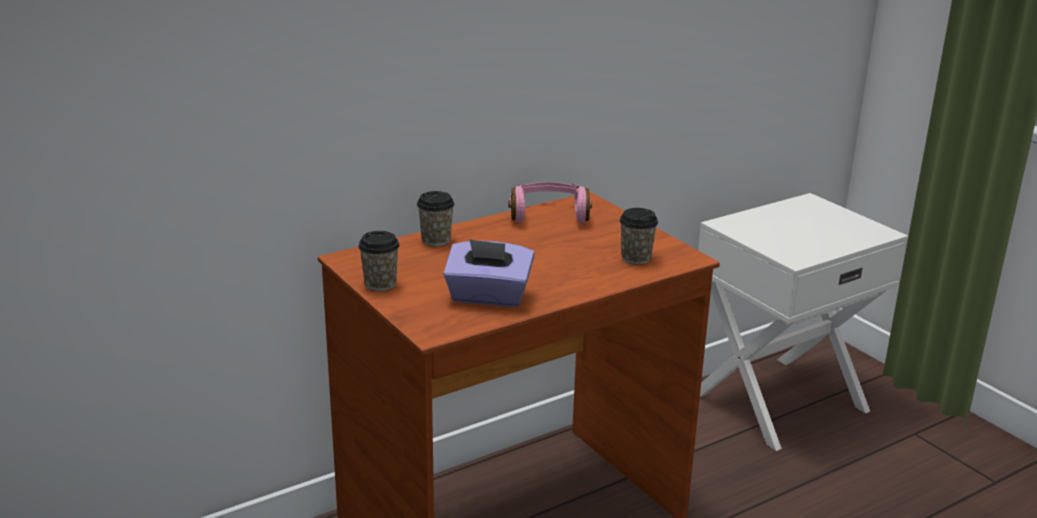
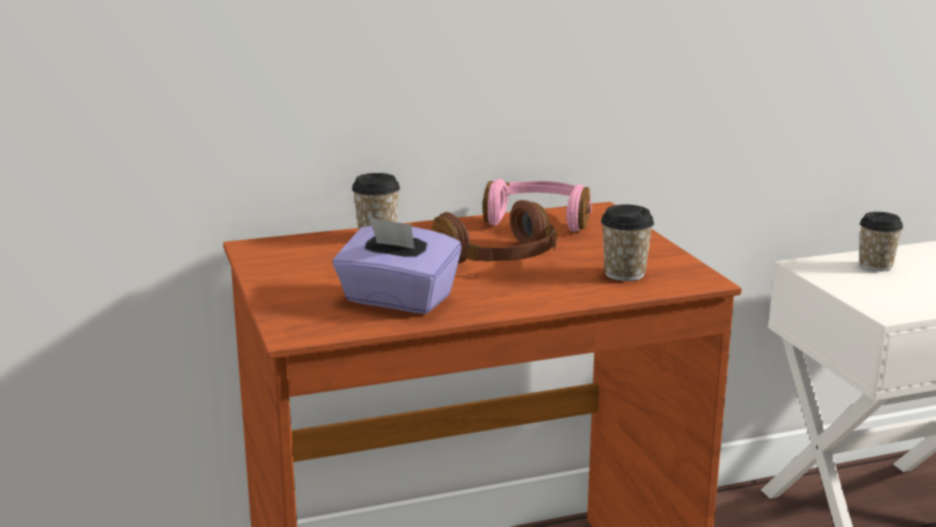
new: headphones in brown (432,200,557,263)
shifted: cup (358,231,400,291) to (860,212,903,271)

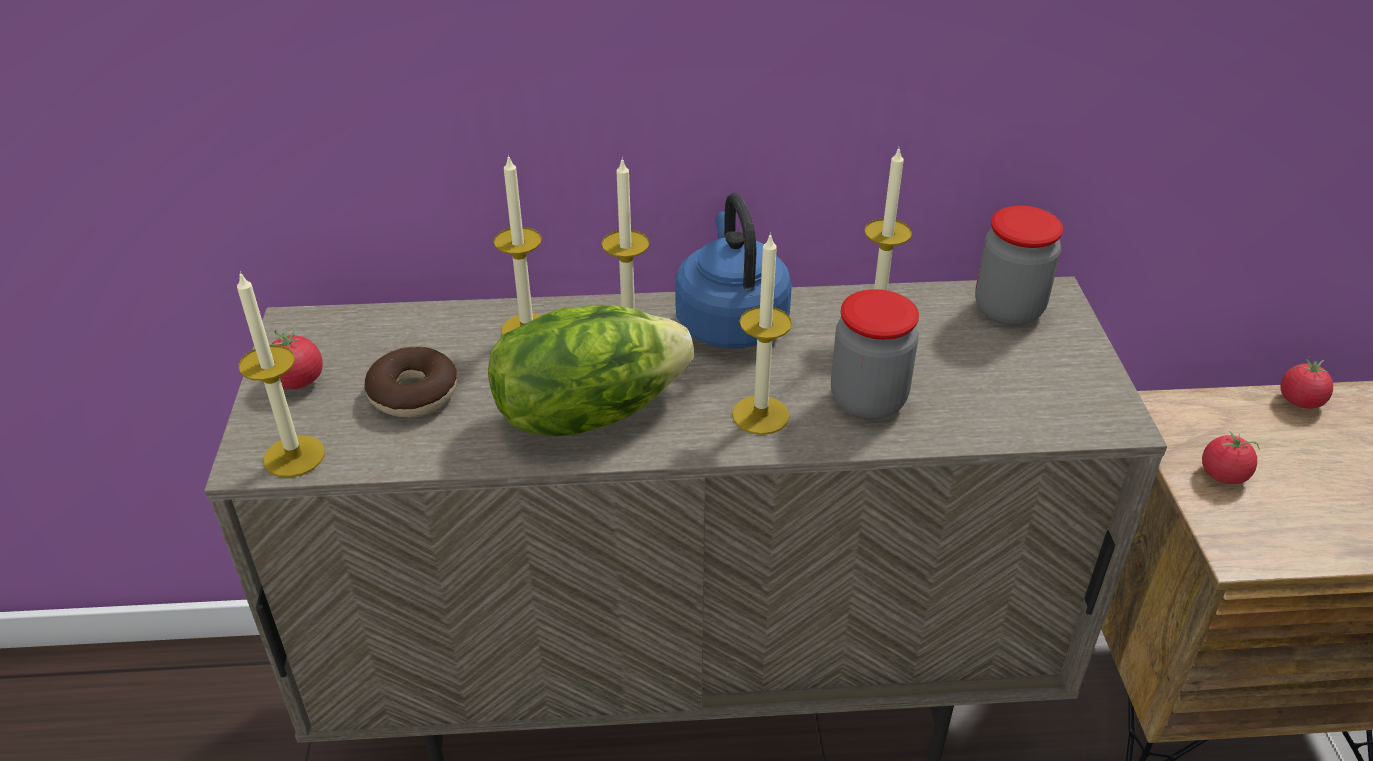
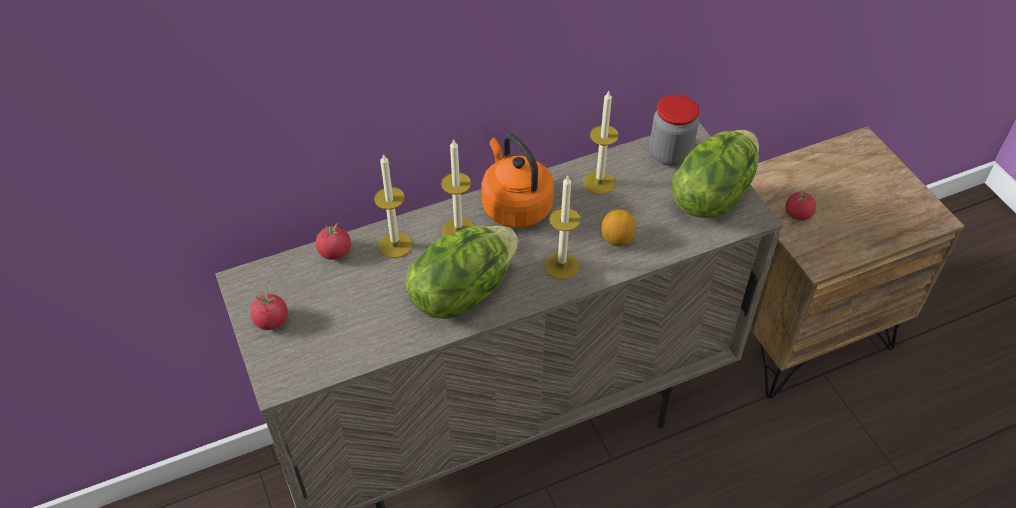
gone: candle (237,271,325,477); donut (365,347,457,418)
new: lettuce (672,130,759,218)
shifted: tomato (1281,357,1333,409) to (316,222,351,260)
swapped: jar (831,289,919,420) to lemon (601,209,636,246)
repainted: kettle in blue (675,193,792,349) to kettle in orange (481,134,554,228)

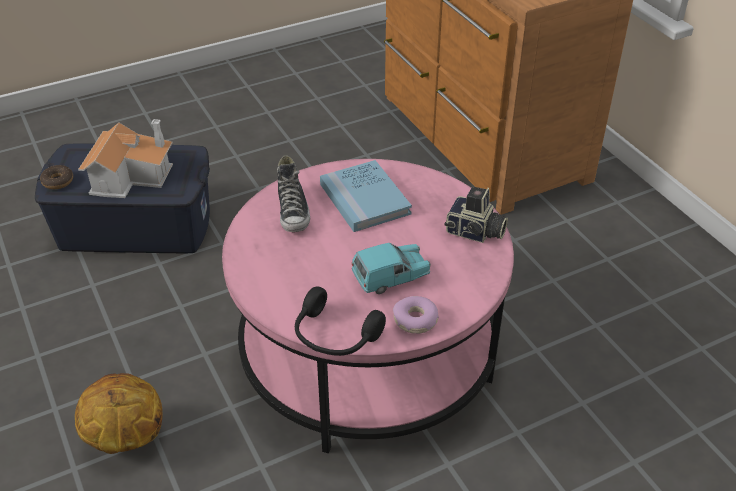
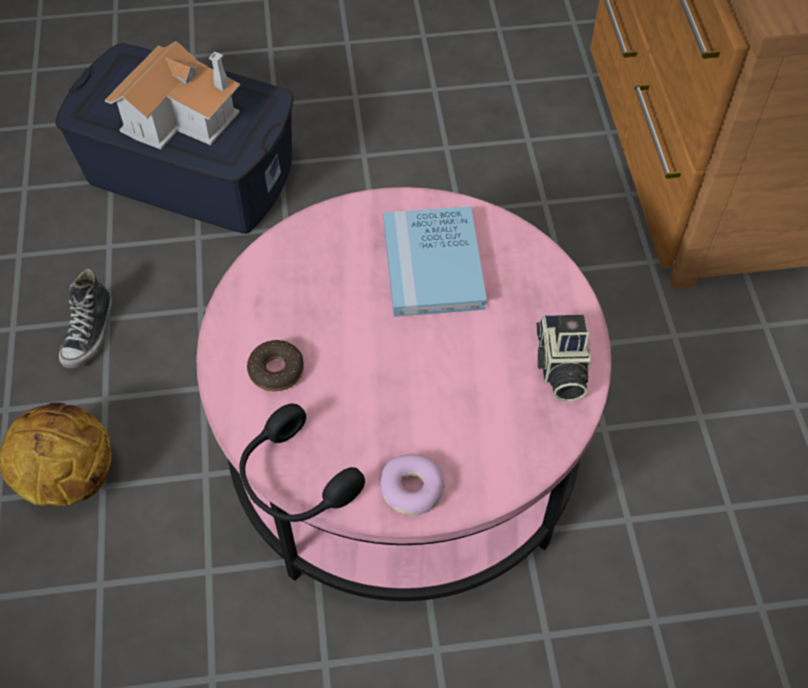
gone: toy car in turquoise (352,243,431,294)
shifted: donut (40,165,73,189) to (247,340,304,391); shoe (277,155,310,232) to (59,268,112,368)
rotated: photo camera (445,187,508,243) = (536,314,591,402) 45 degrees clockwise

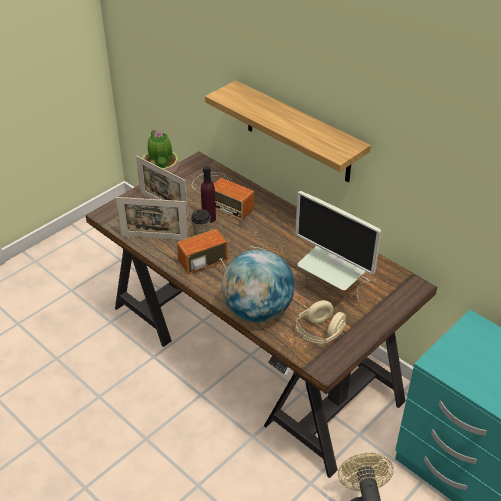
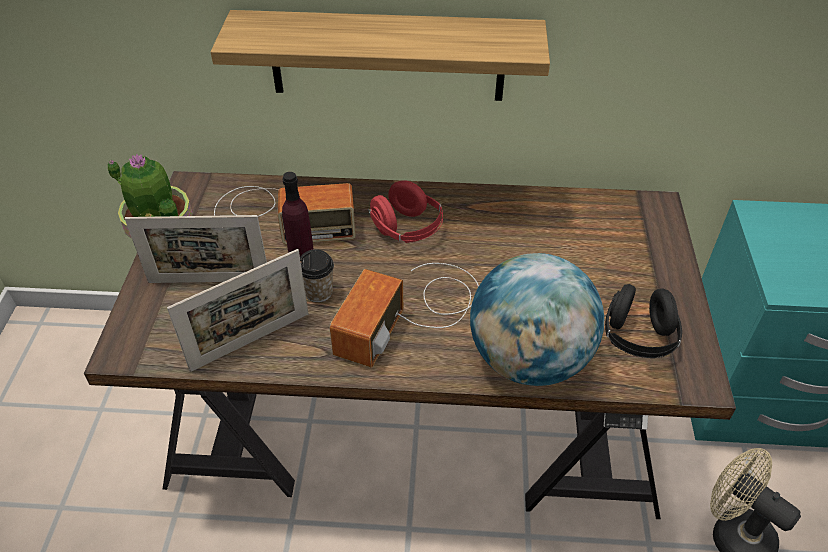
gone: monitor (295,191,381,301)
new: headphones in red (368,180,443,243)
repainted: headphones in beige (296,300,346,344) to headphones in black (605,284,682,358)

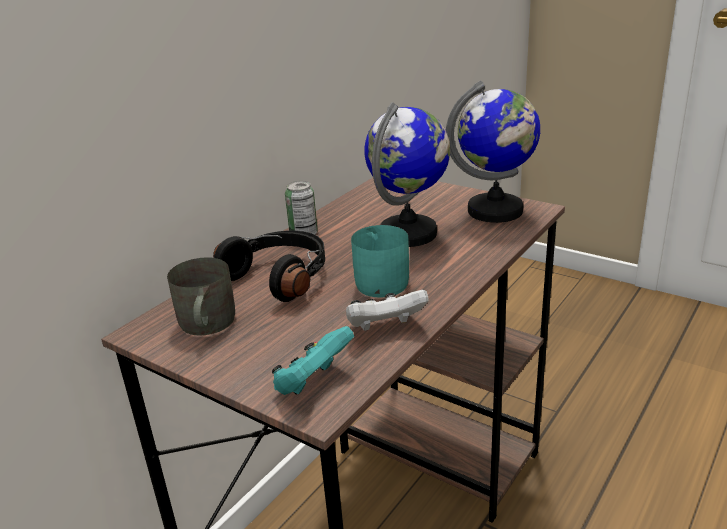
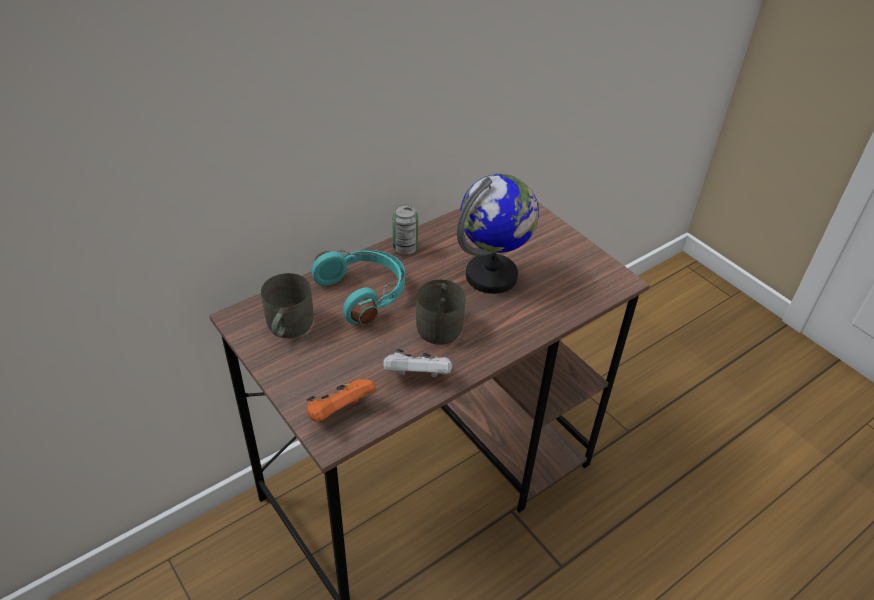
gone: globe (446,81,540,223)
repainted: headphones in black (213,230,325,302) to headphones in turquoise (311,250,405,325); game controller in turquoise (272,326,354,395) to game controller in orange (307,379,376,422); mug in turquoise (351,225,409,298) to mug in grey (416,280,466,345)

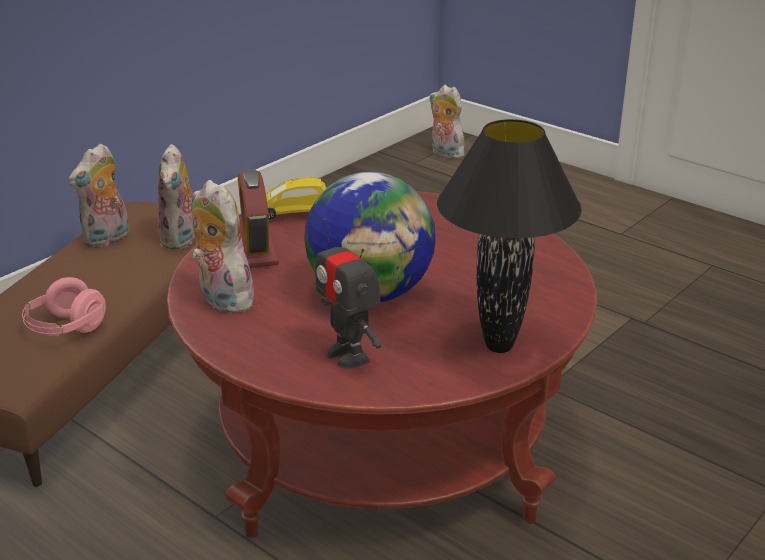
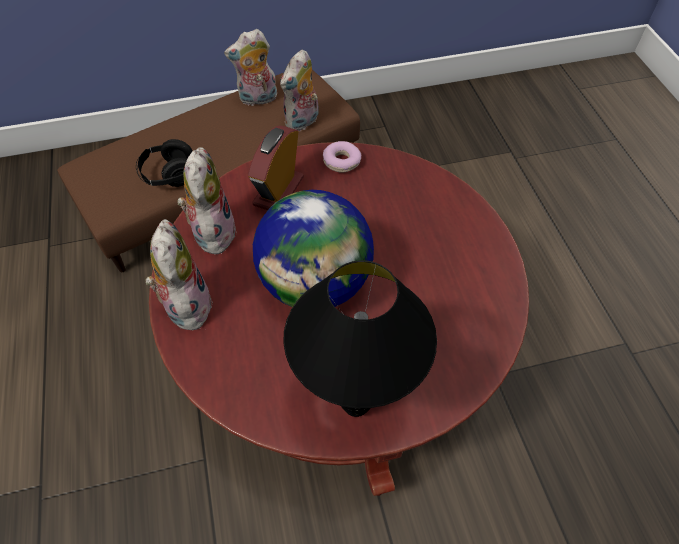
gone: toy robot (315,218,381,368)
shifted: plush toy (429,85,468,159) to (145,219,213,330)
swapped: toy car in yellow (266,178,326,220) to donut (323,141,361,173)
repainted: headphones in pink (22,277,106,336) to headphones in black (136,139,193,187)

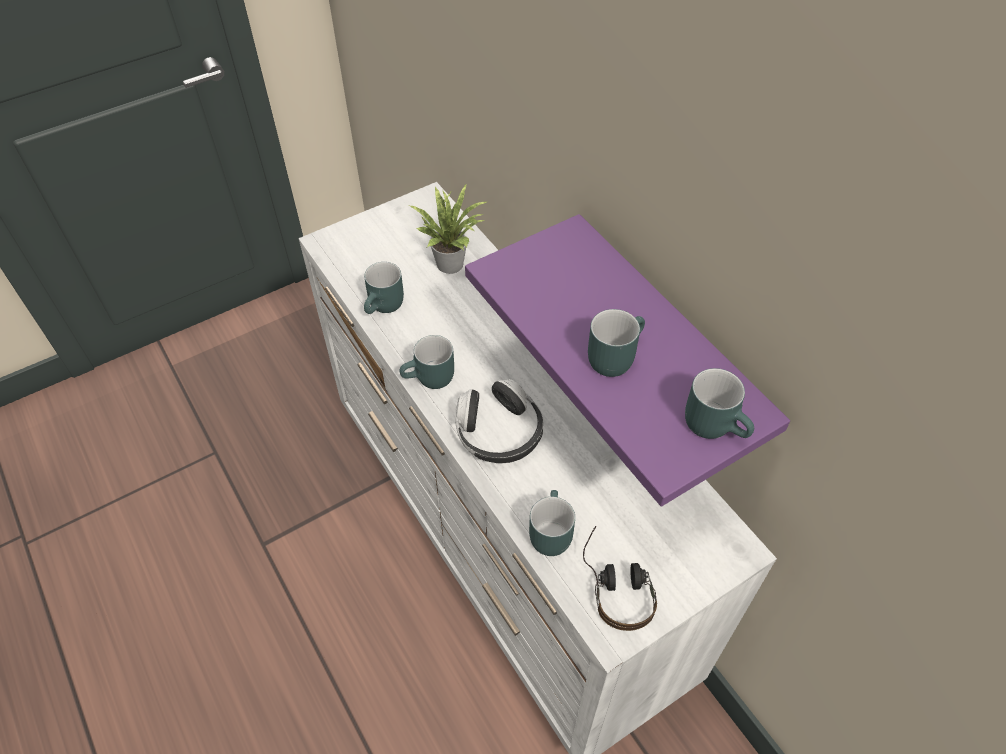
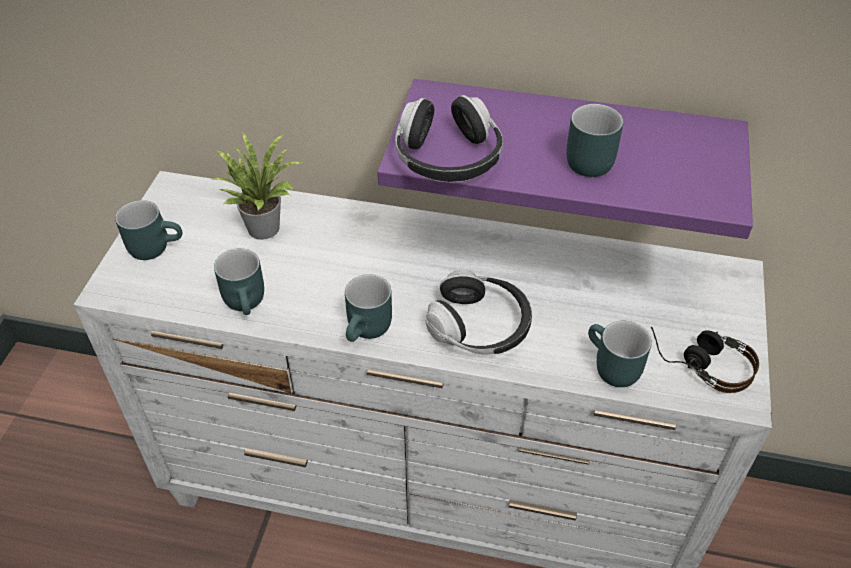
new: headphones (395,95,503,182)
shifted: mug in turquoise (685,368,754,439) to (115,200,182,260)

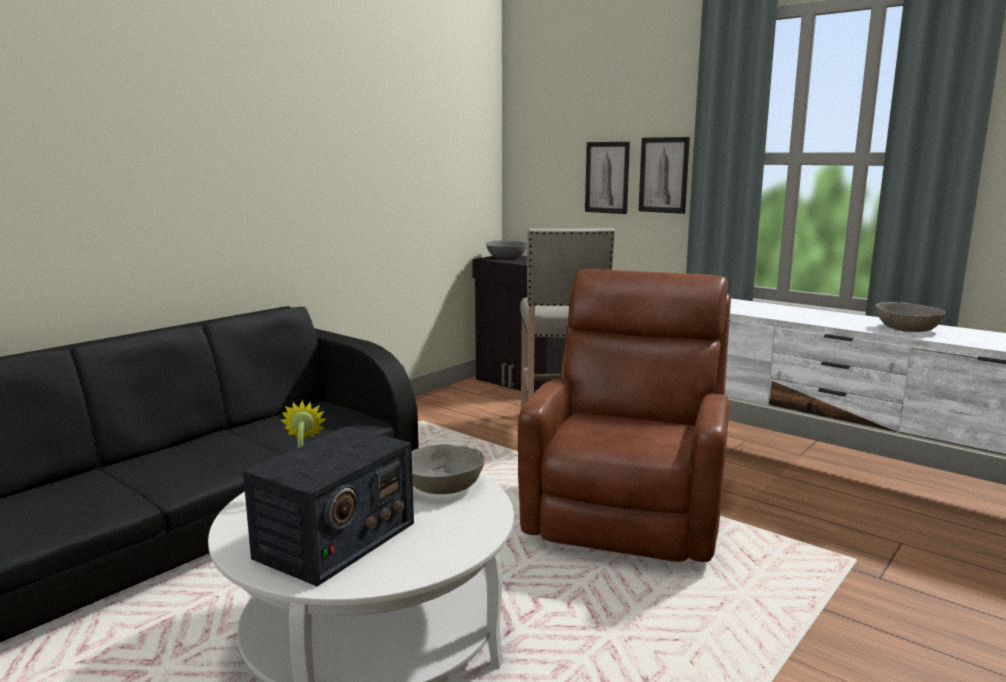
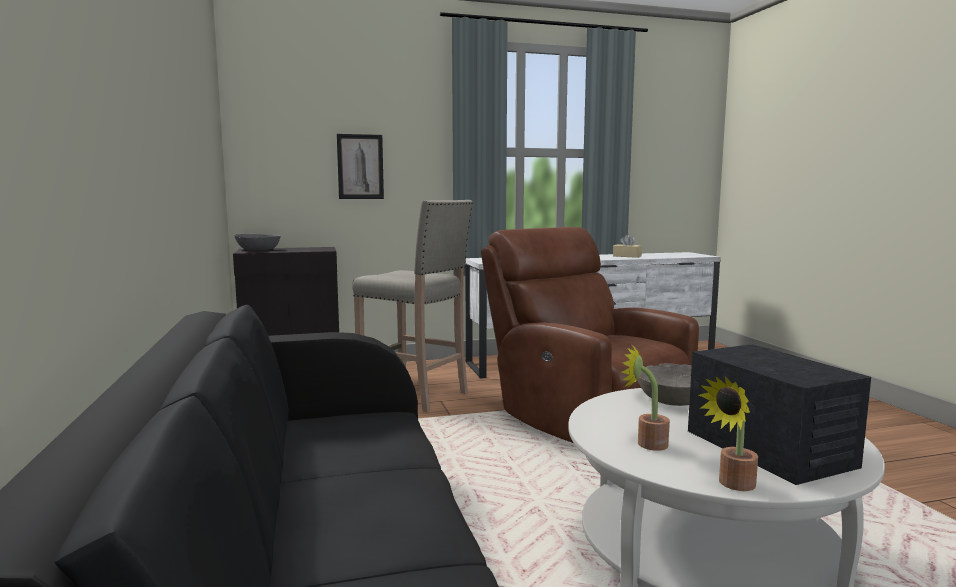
gone: picture (639,137,690,214)
new: potted plant (699,376,758,491)
swapped: bowl in grey (876,302,945,332) to tissue box in beige (613,235,642,258)

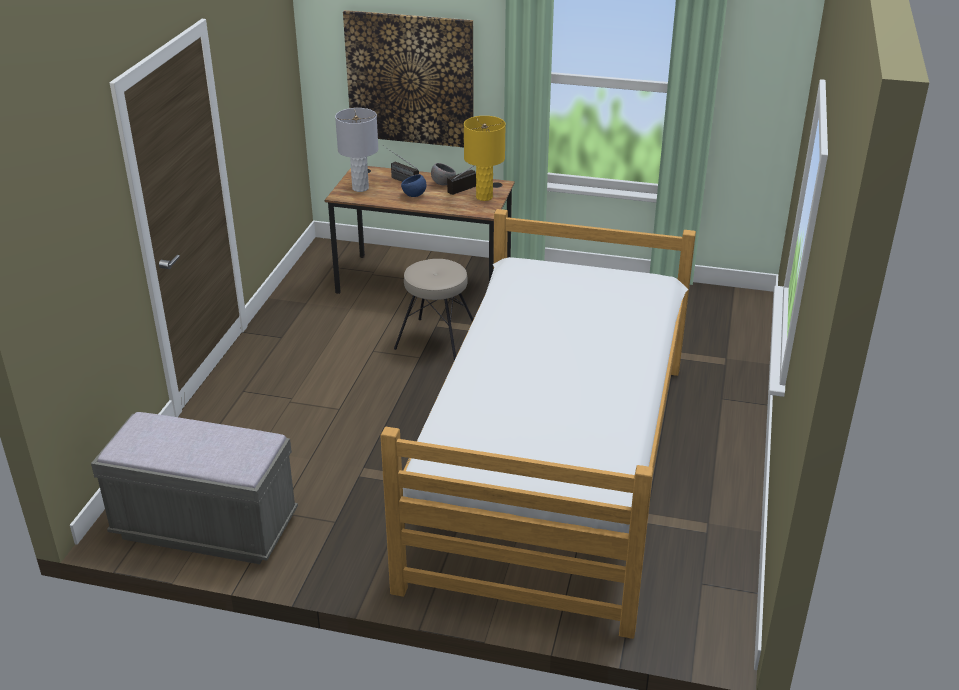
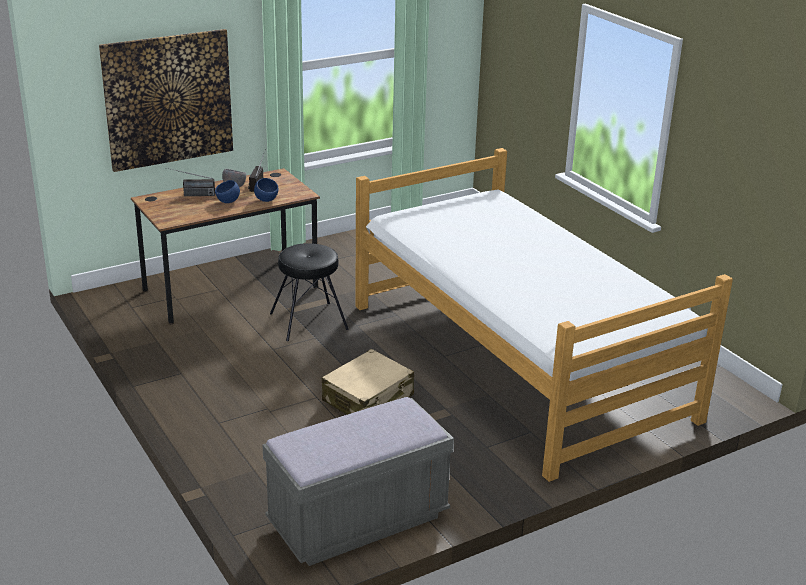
gone: table lamp in grey (335,108,378,192); table lamp in yellow (464,116,506,201)
new: bowl in blue (254,178,279,202); suitcase in beige (322,349,414,415)
repainted: stool in beige (394,259,473,360) to stool in black (270,243,349,341)

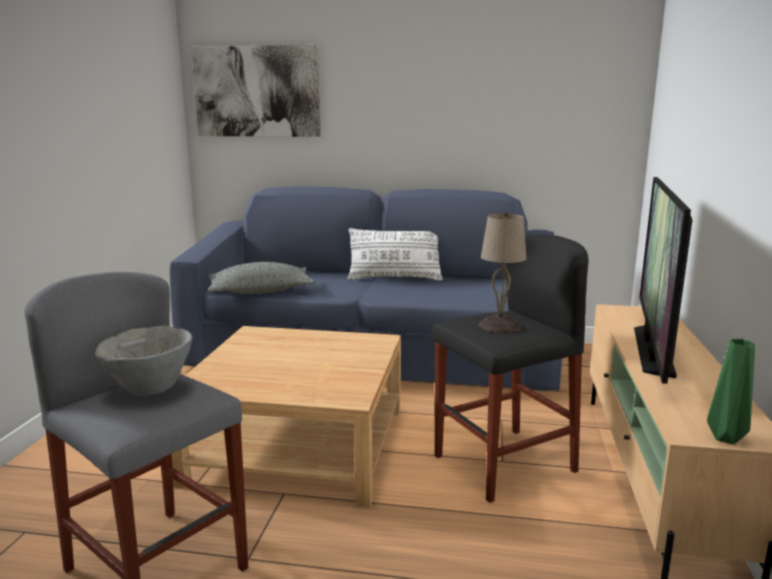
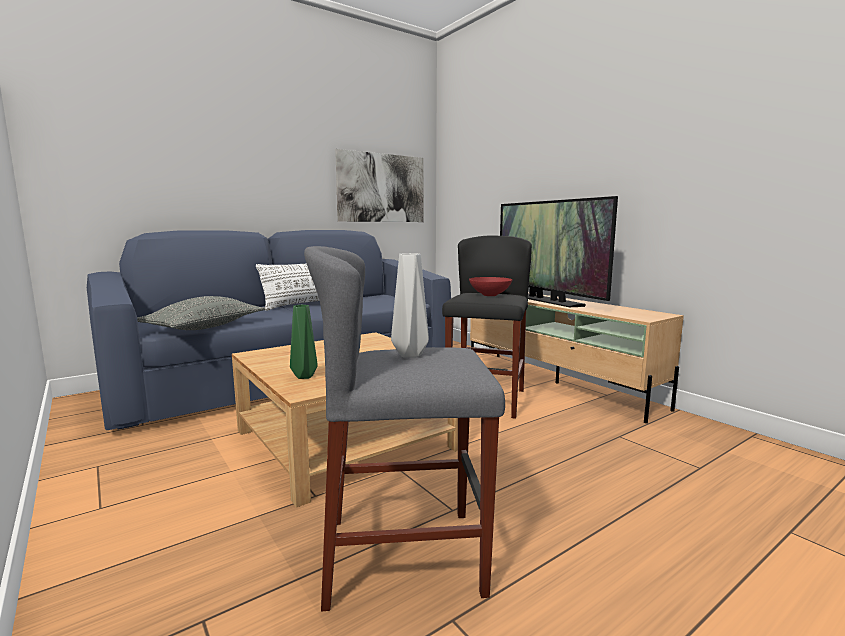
shifted: picture (191,45,321,137) to (335,149,423,222); vase in green (707,339,755,444) to (290,305,318,379)
swapped: bowl in grey (95,326,193,396) to vase in grey (391,253,429,358); table lamp in beige (479,212,527,333) to bowl in red (469,277,512,296)

